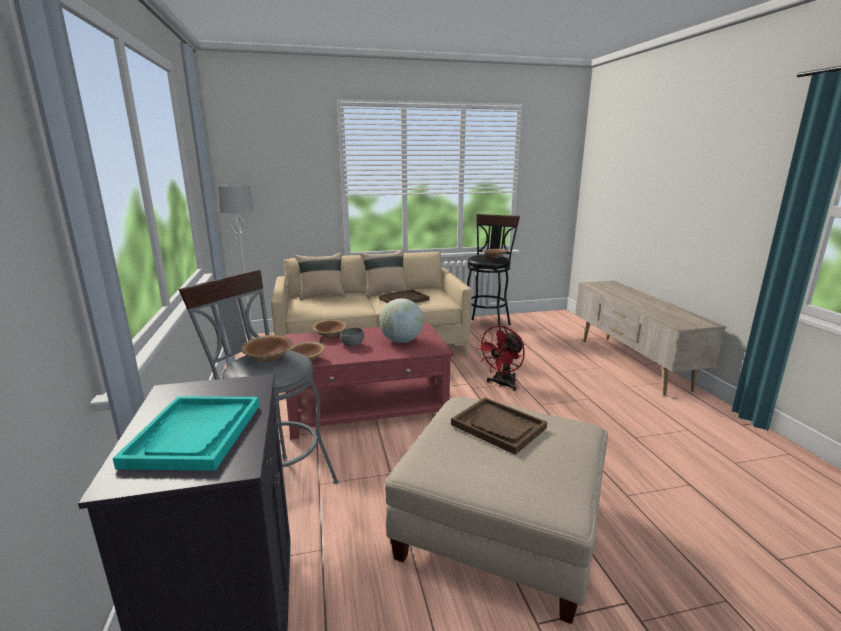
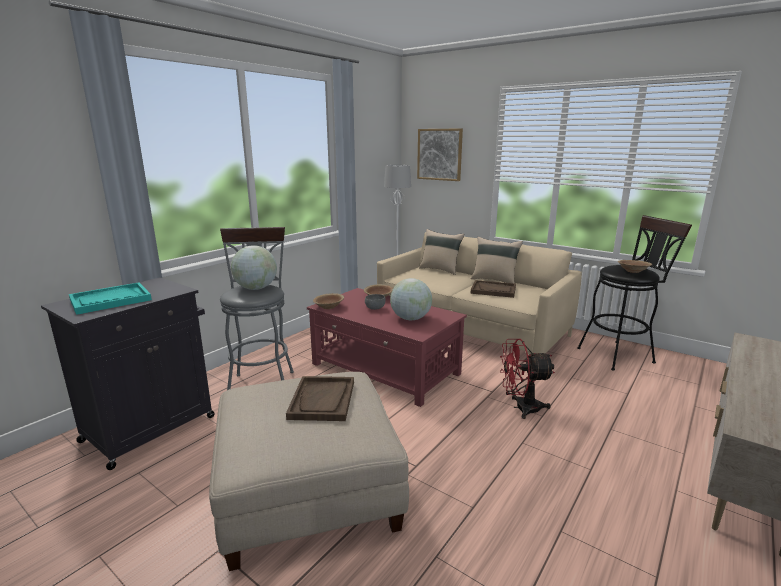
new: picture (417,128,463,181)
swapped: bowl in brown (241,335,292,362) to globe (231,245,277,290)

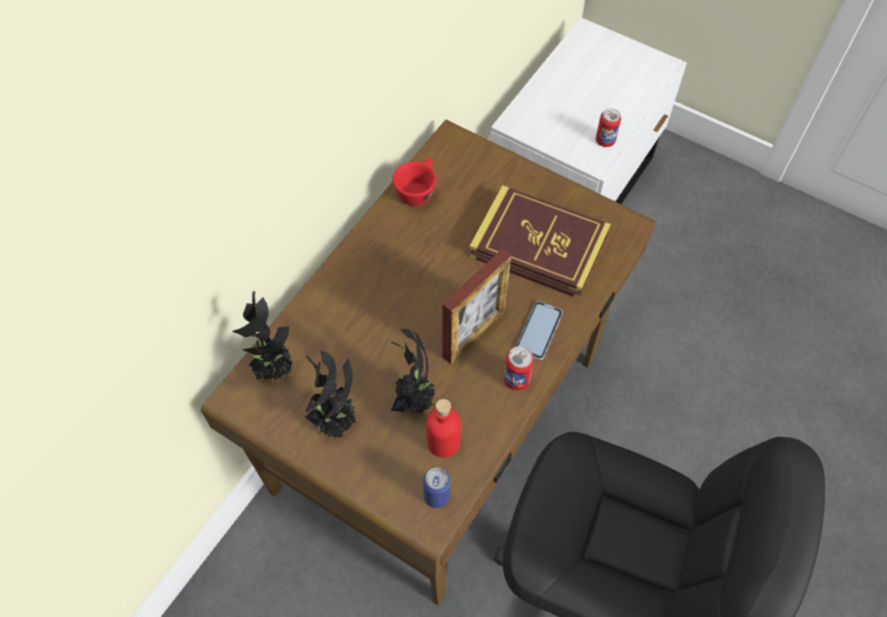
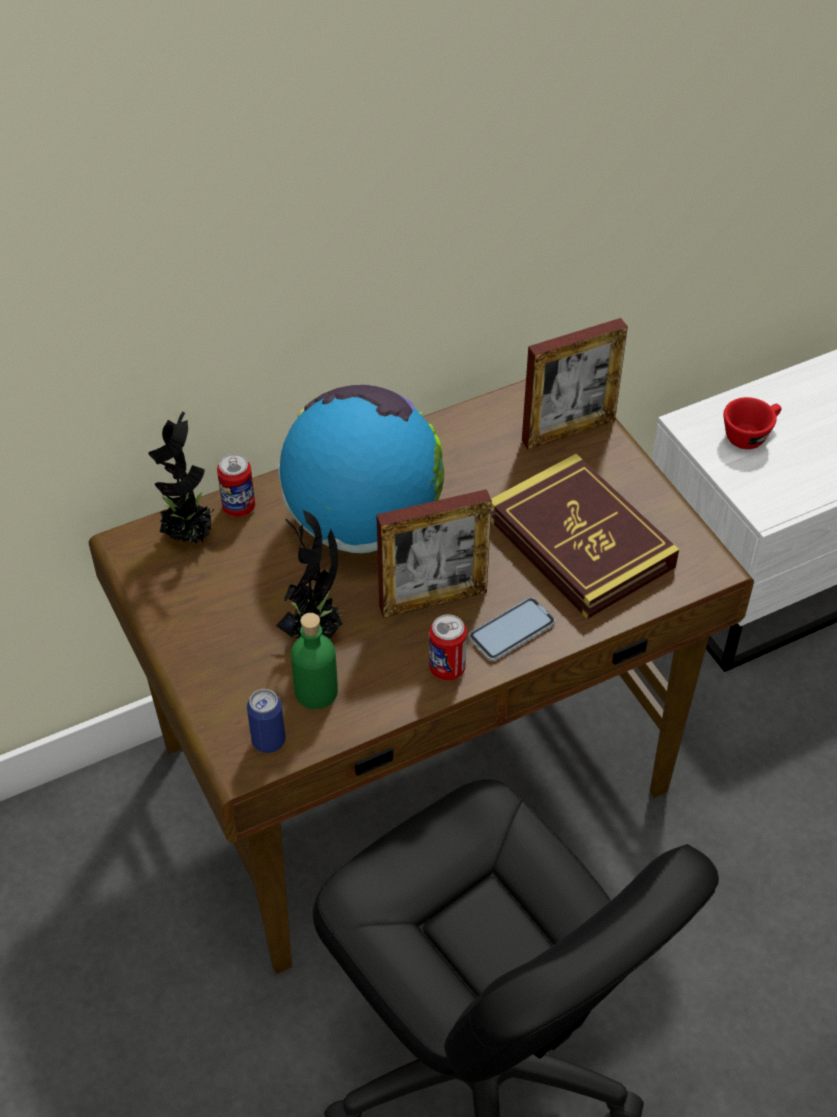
gone: potted plant (305,351,357,438)
new: globe (278,385,444,553); picture frame (522,318,628,449)
shifted: cup in red (393,158,437,206) to (724,397,782,449); can (596,108,621,147) to (217,454,255,517)
repainted: bottle in red (426,399,461,458) to bottle in green (291,613,338,709)

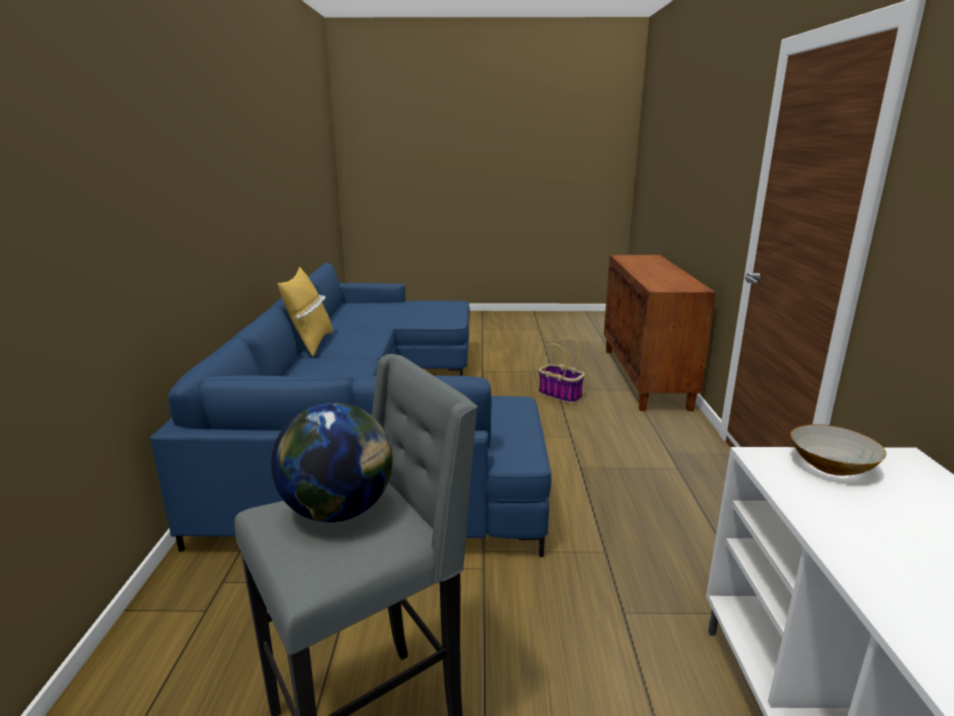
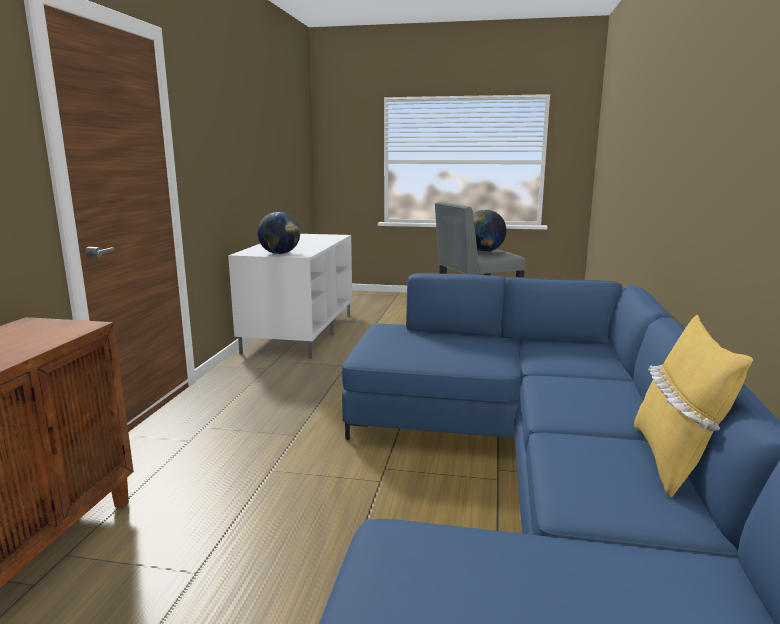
gone: basket (539,337,585,404)
swapped: bowl (791,424,887,476) to globe (257,212,300,254)

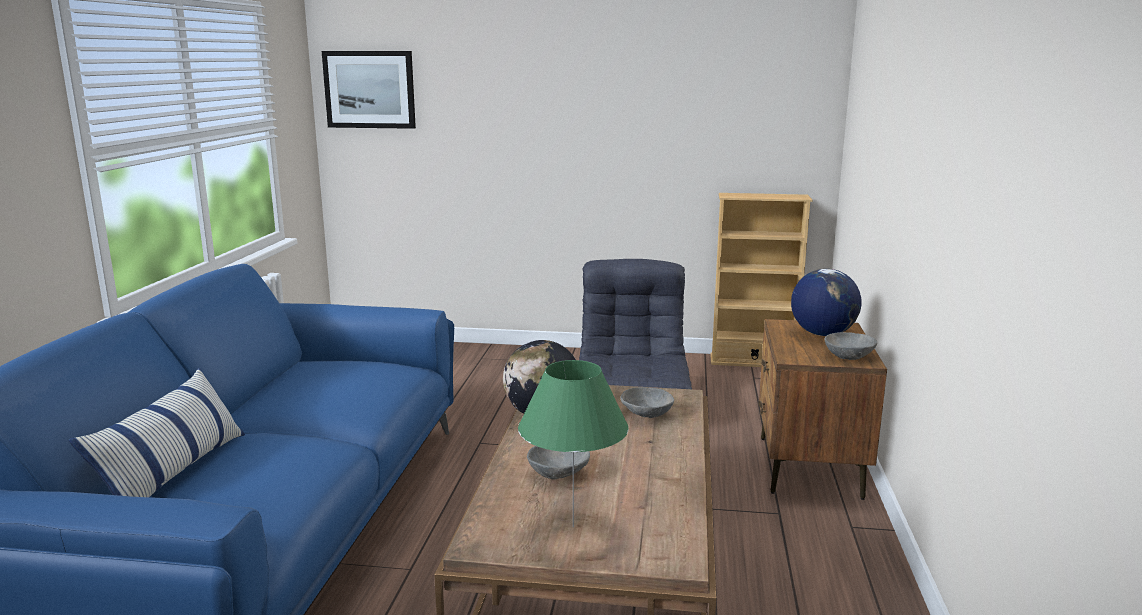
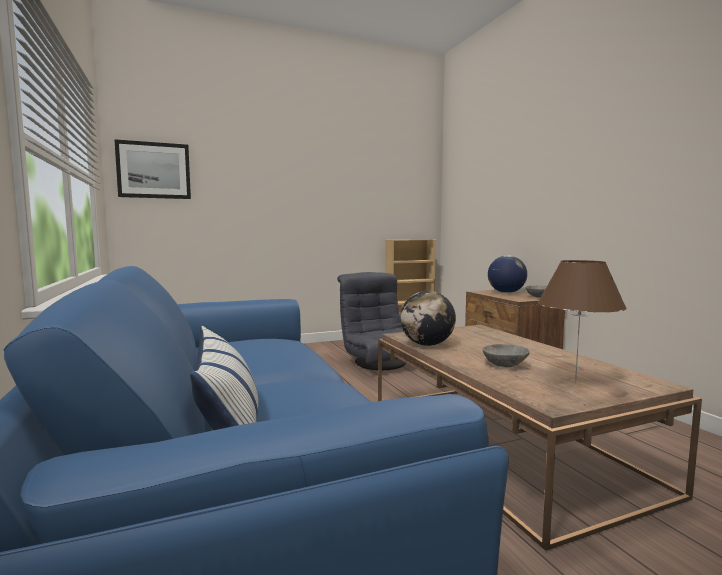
gone: bowl in grey (620,387,674,418)
repainted: table lamp in green (518,360,629,527) to table lamp in brown (538,260,627,384)

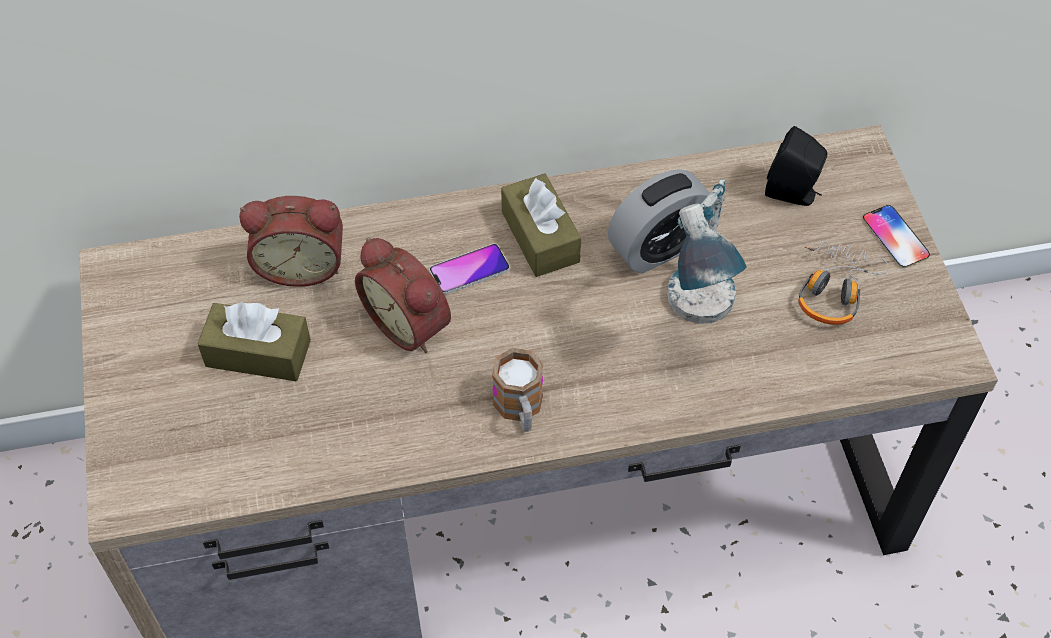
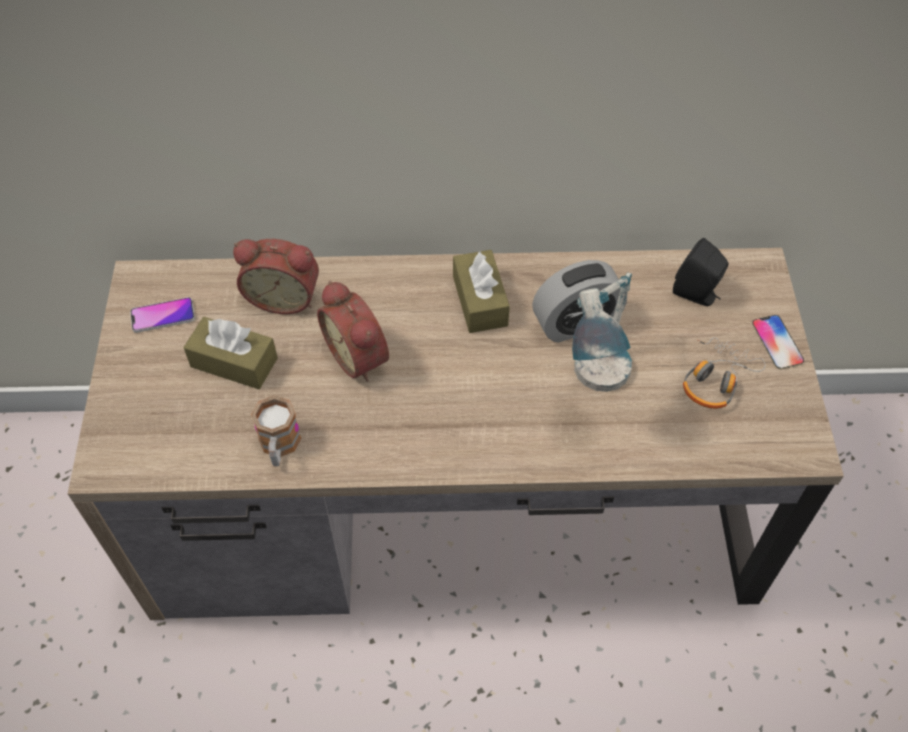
shifted: phone (429,244,510,295) to (130,297,195,333); mug (492,348,544,432) to (251,395,301,467)

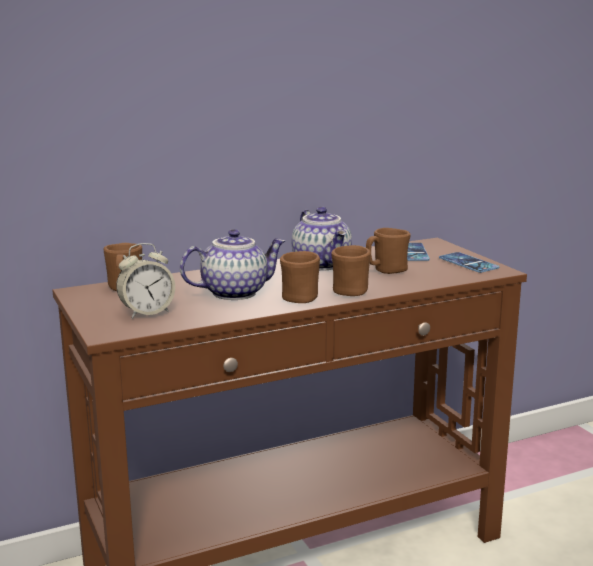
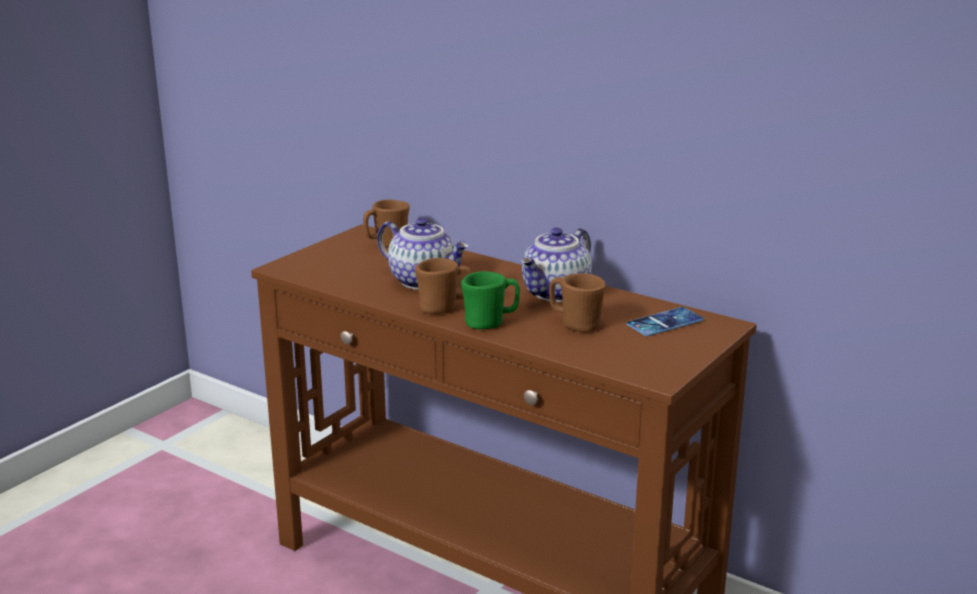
gone: alarm clock (116,243,175,318); phone (439,252,500,273)
repainted: mug in brown (331,245,371,296) to mug in green (461,271,520,329)

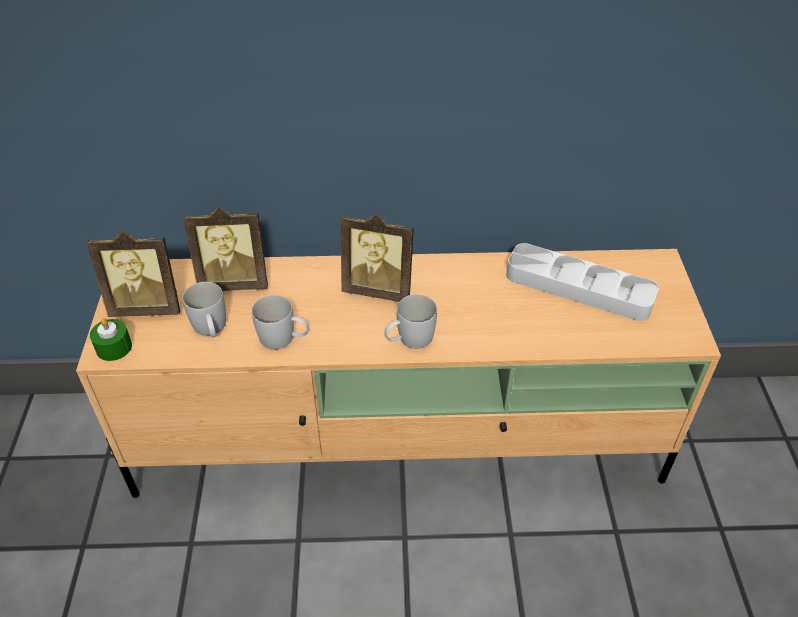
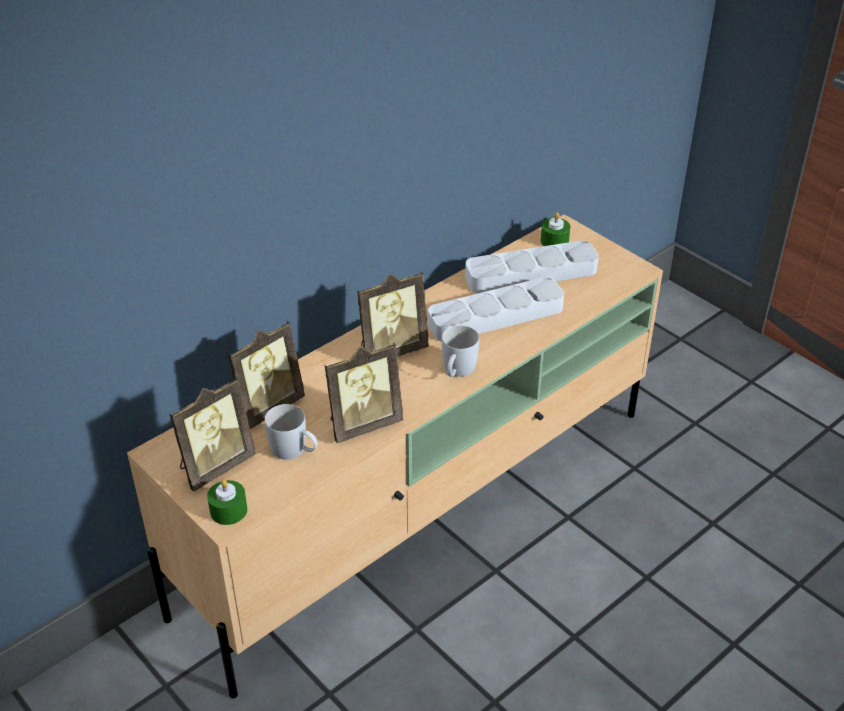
new: tray in grey (428,277,564,342); candle in green (540,213,570,246)
swapped: mug in white (252,295,309,349) to picture frame (325,343,403,443)

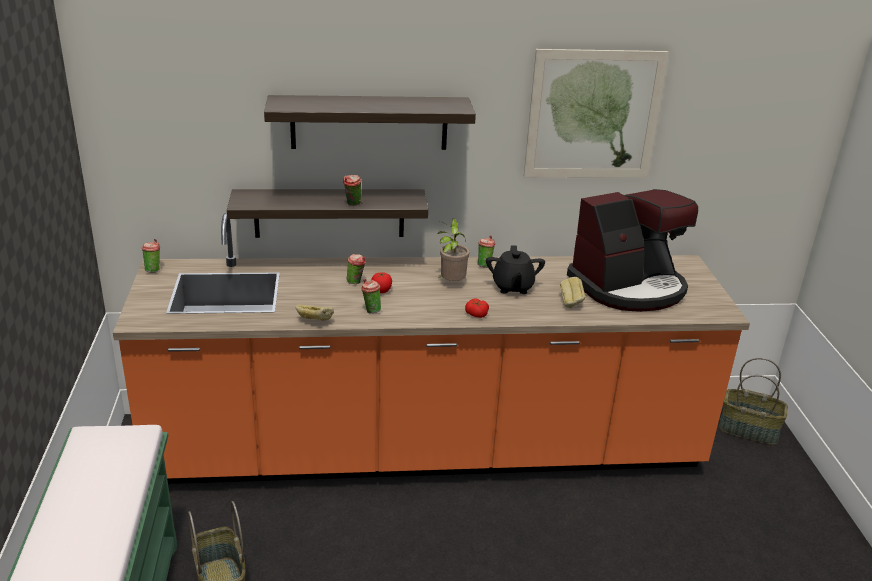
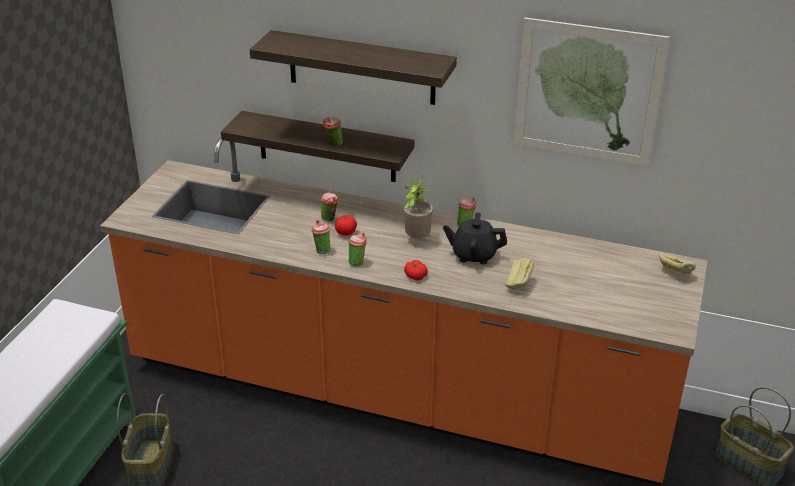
gone: coffee machine (567,189,698,312)
shifted: cup (142,239,160,273) to (348,233,367,267); bread (295,305,334,321) to (659,253,696,274)
rotated: teapot in black (486,245,545,294) = (443,213,507,264) 75 degrees clockwise

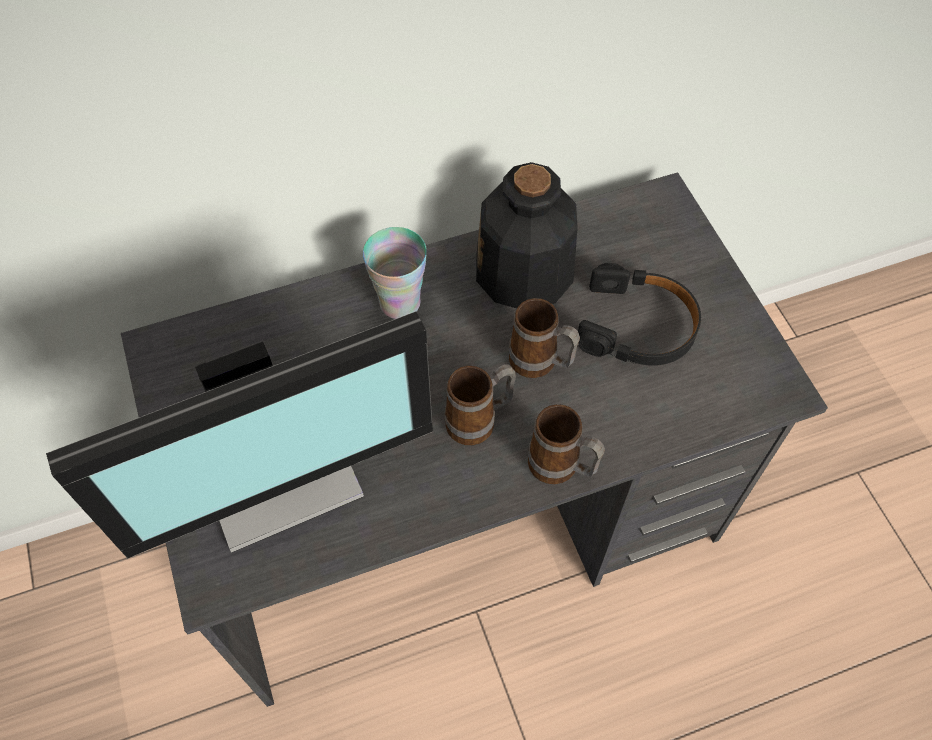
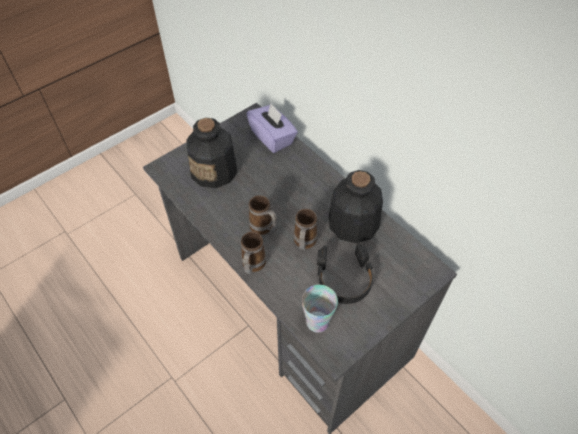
new: tissue box in purple (247,103,298,153)
shifted: cup (363,227,427,319) to (302,285,338,332)
swapped: monitor (46,311,433,558) to bottle (186,118,238,188)

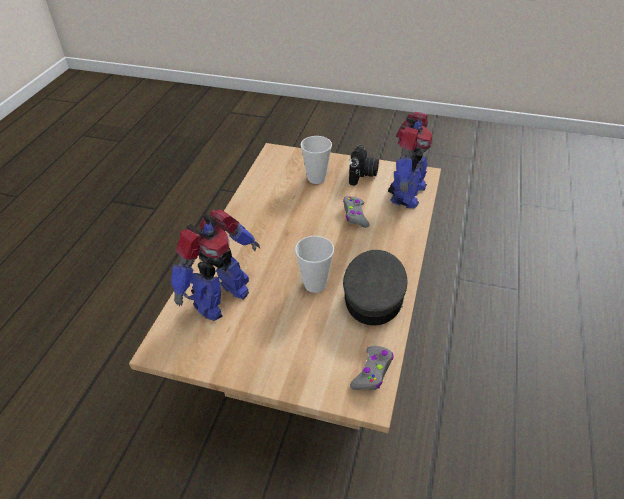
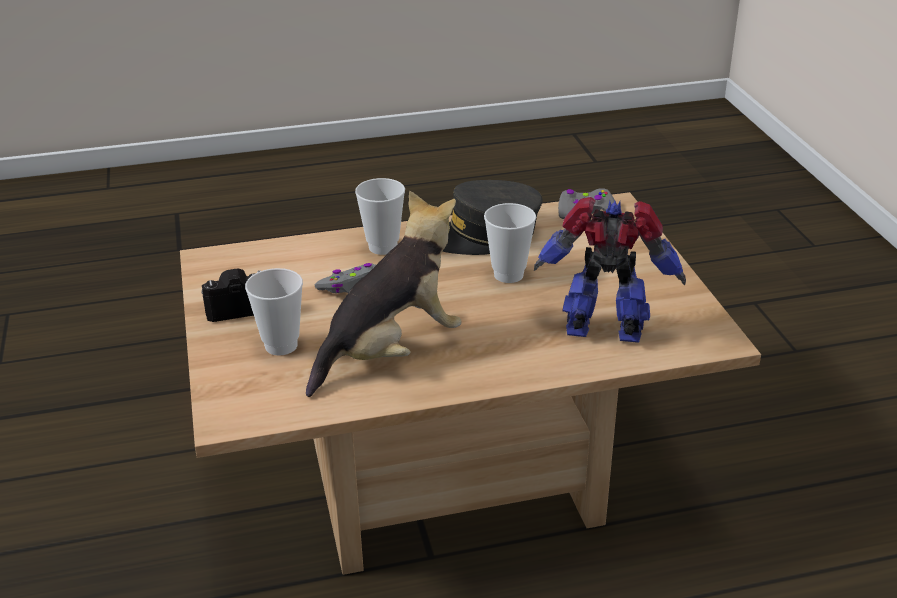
gone: toy robot (388,112,433,208)
new: plush toy (306,191,462,397); cup (355,178,405,255)

